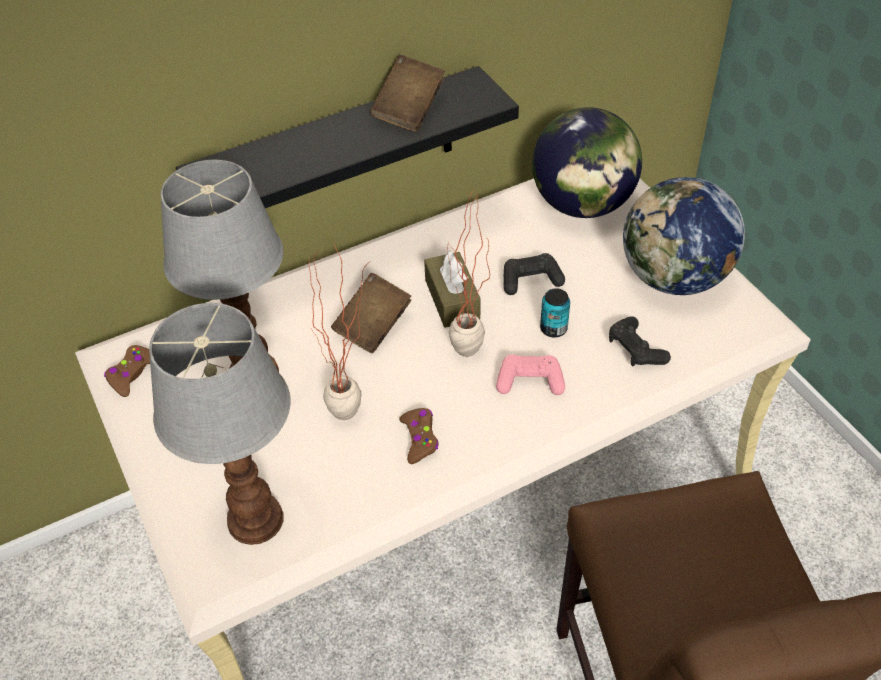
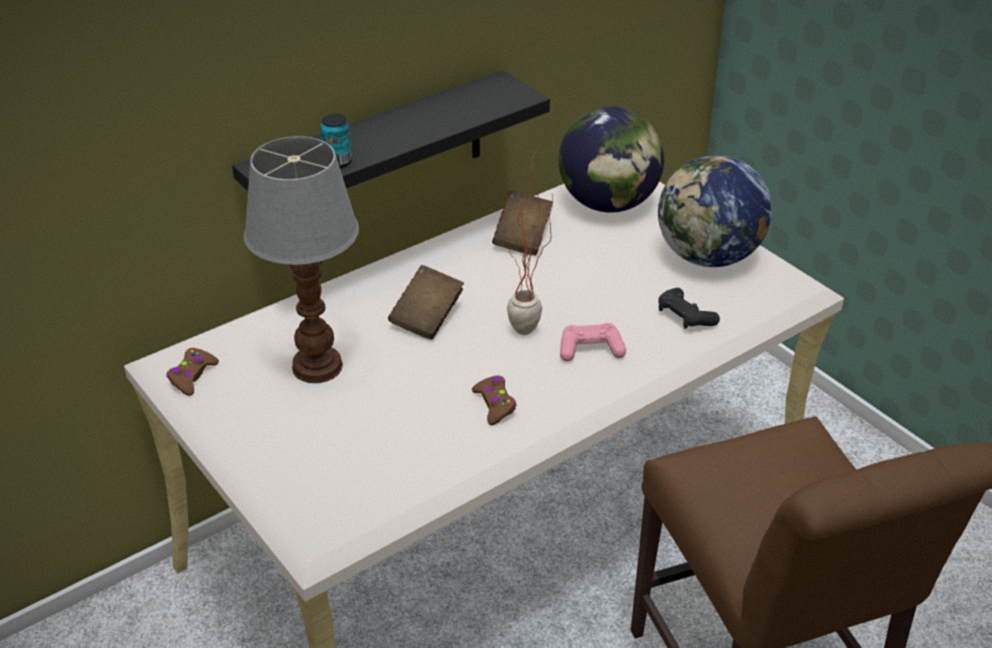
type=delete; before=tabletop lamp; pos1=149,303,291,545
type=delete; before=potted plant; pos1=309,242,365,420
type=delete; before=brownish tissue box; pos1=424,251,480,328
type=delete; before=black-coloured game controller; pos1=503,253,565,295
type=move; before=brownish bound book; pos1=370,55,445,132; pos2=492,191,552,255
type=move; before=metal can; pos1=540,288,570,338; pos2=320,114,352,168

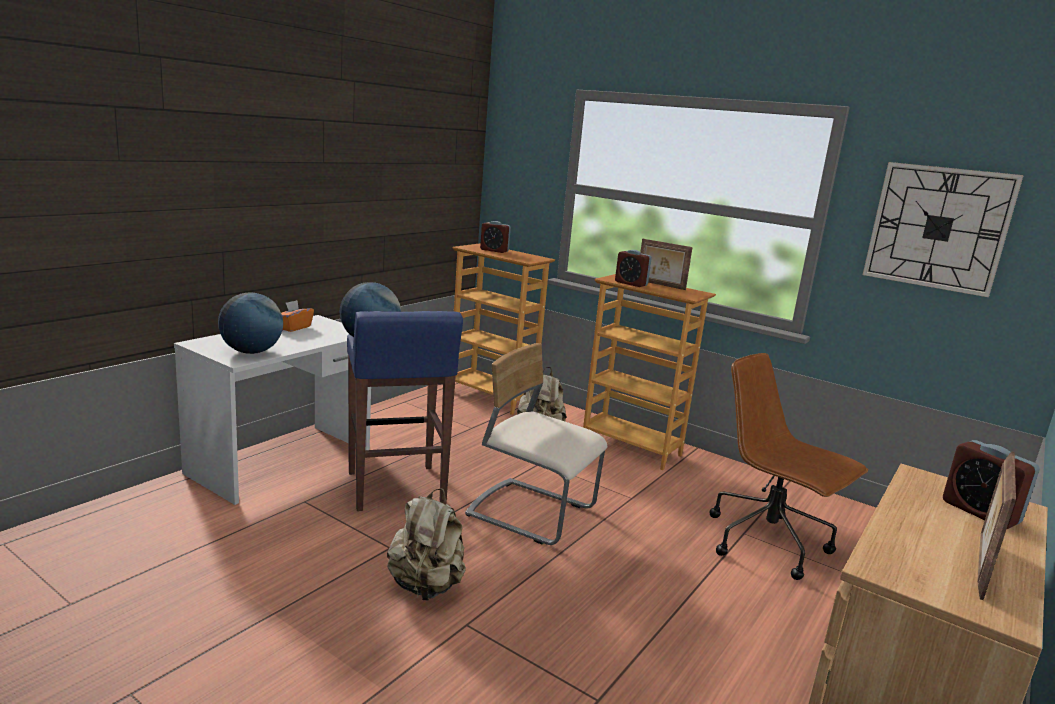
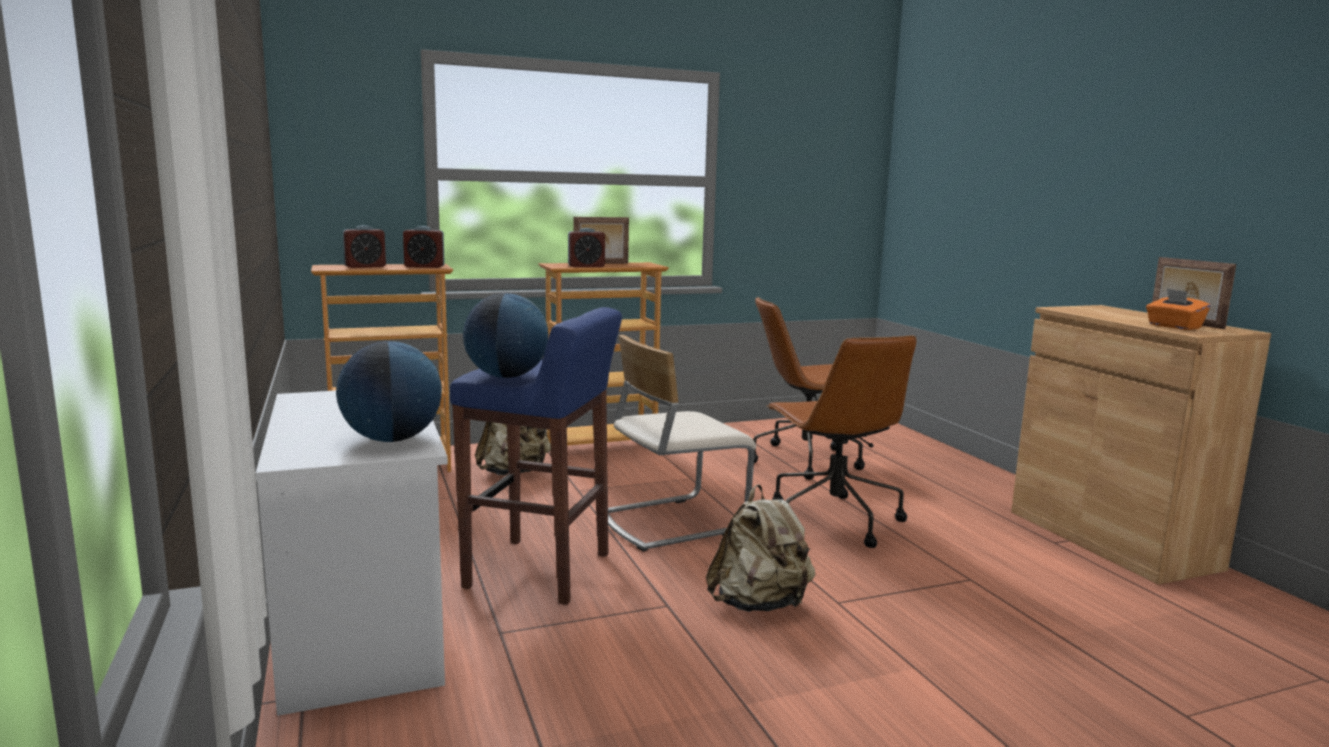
type=delete; before=wall clock; pos1=863,162,1024,297
type=insert; after=brownish office chair; pos2=767,335,917,548
type=move; before=orange tissue box; pos1=281,300,314,332; pos2=1146,289,1210,330
type=move; before=table clock; pos1=943,440,1040,529; pos2=403,226,445,268

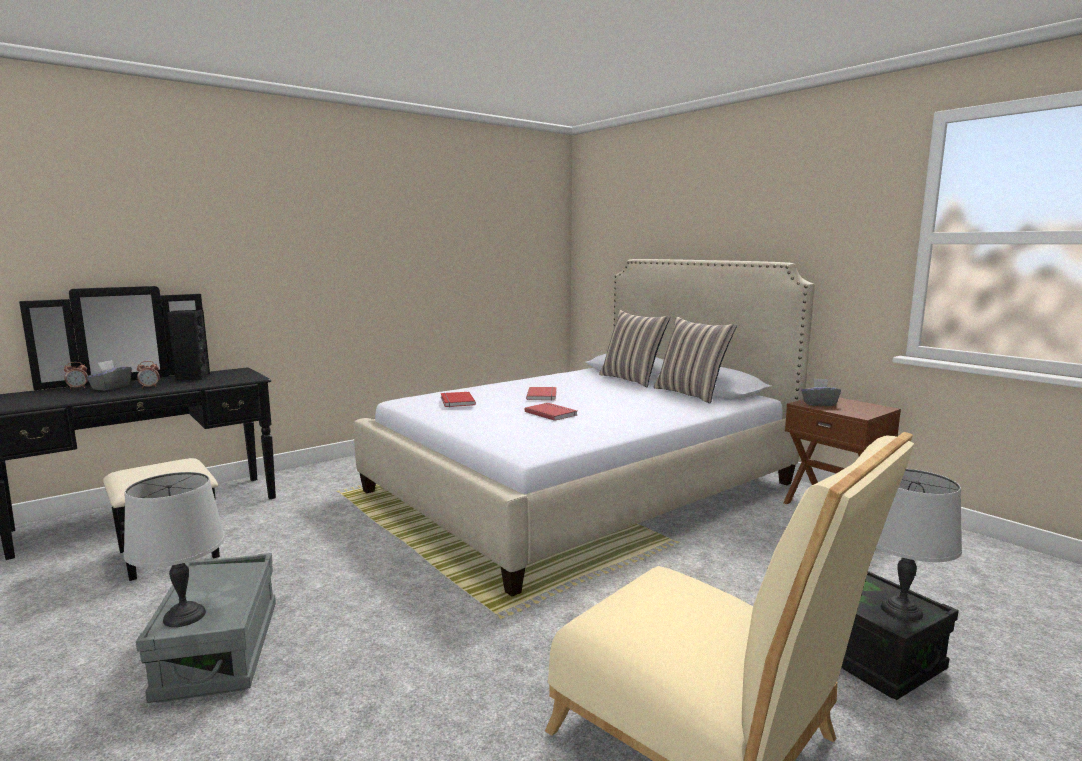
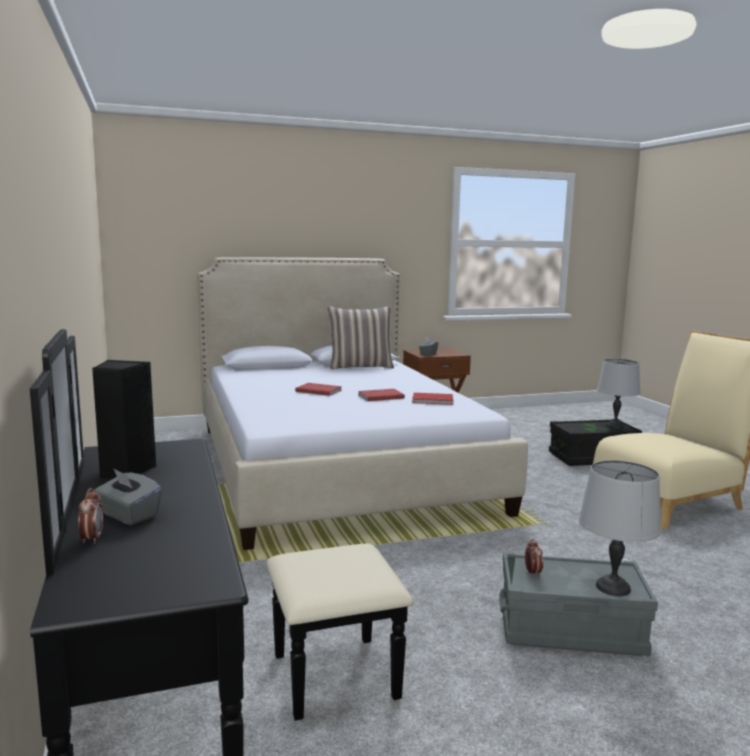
type=delete; before=cushion; pos1=599,310,670,387
type=move; before=table clock; pos1=137,361,160,388; pos2=525,539,543,577
type=move; before=red bound book; pos1=441,392,476,407; pos2=412,393,453,405

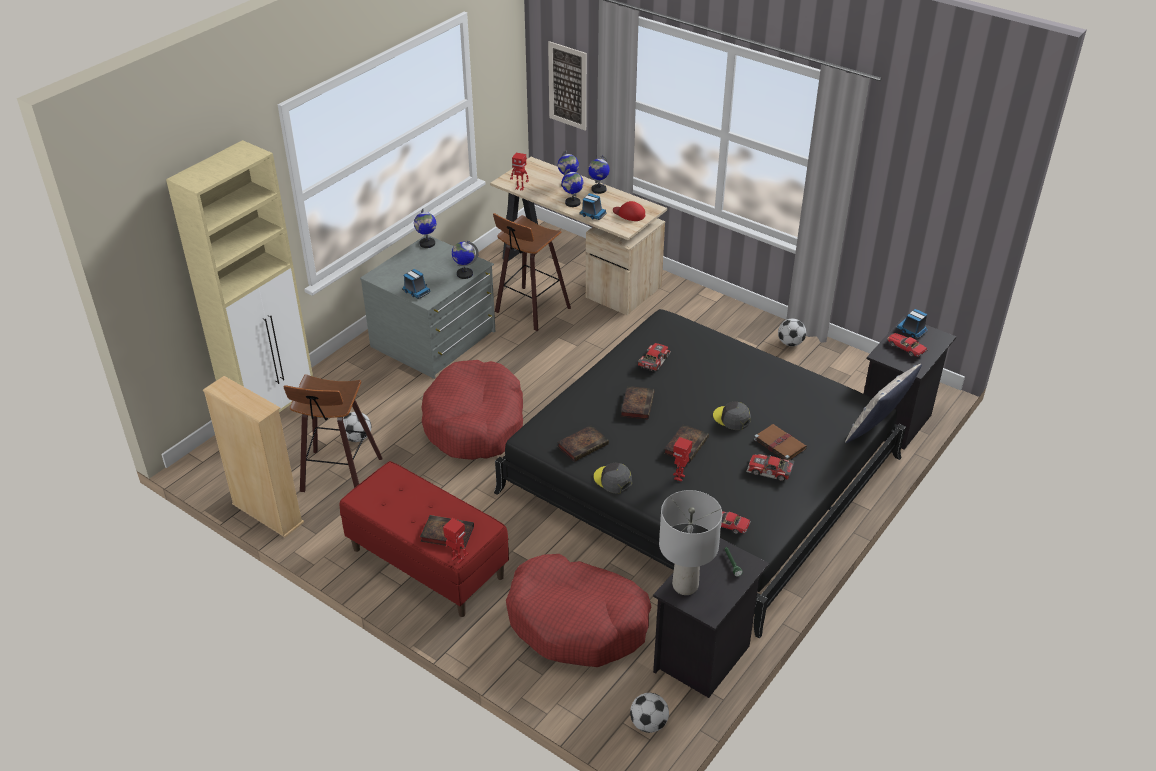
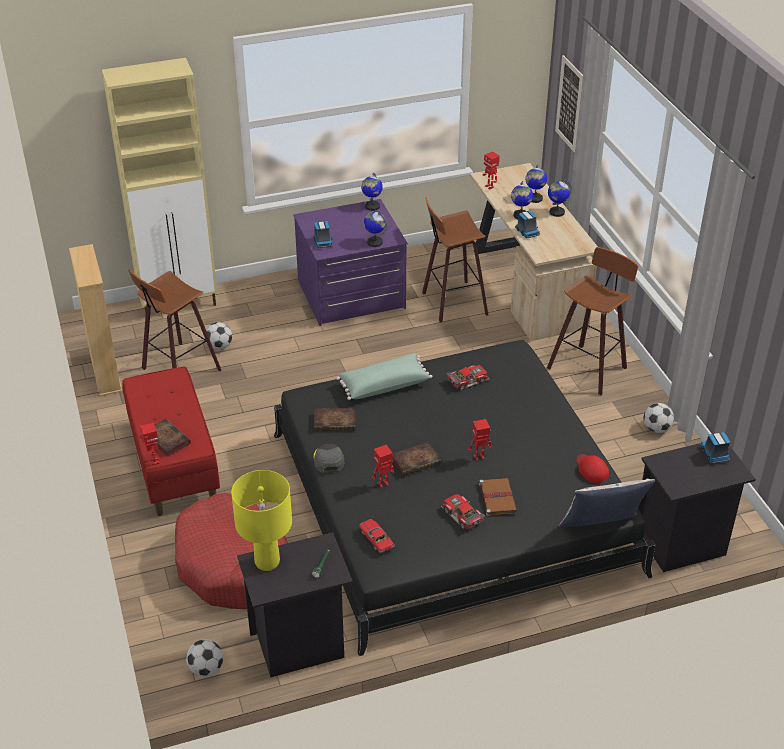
type=delete; before=red dog cushion; pos1=421,360,523,460
type=delete; before=bound book; pos1=621,386,655,419
type=delete; before=miniature car; pos1=887,333,928,357
type=insert; after=green-coloured cushion; pos2=336,353,432,400
type=insert; after=stool seat; pos2=547,247,638,396
type=move; before=red cap; pos1=613,201,645,221; pos2=576,454,609,483
type=replace; before=greyish cap; after=model robot; pos1=713,402,751,430; pos2=468,419,491,461
type=recolor; before=greyish chest of drawers; after=purple chest of drawers; pos1=360,235,496,379; pos2=293,199,408,326
type=recolor; before=greyish tabletop lamp; after=yellowish tabletop lamp; pos1=659,490,722,595; pos2=231,470,292,571

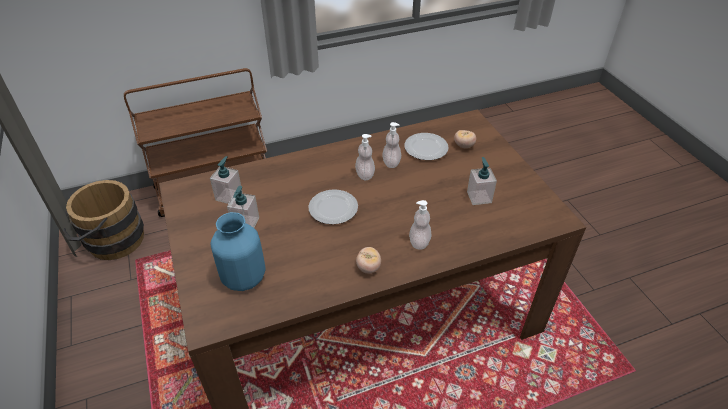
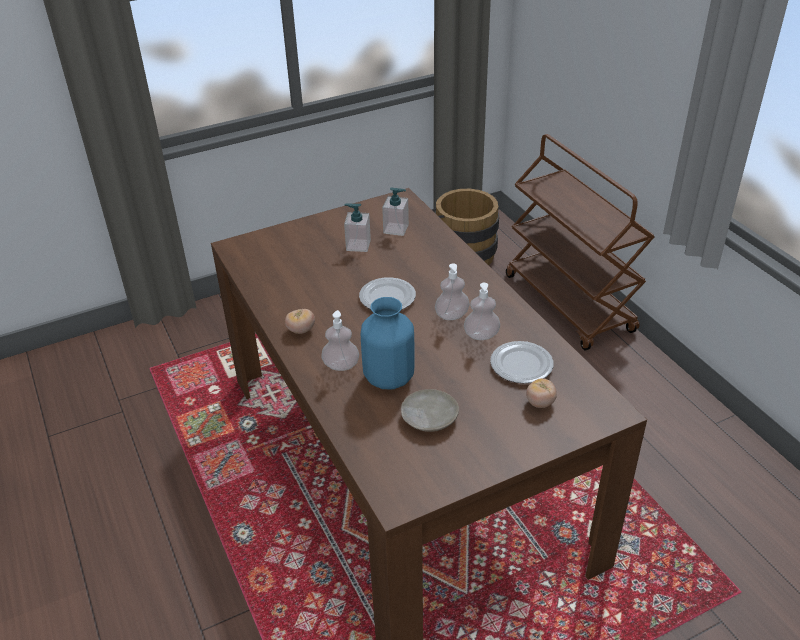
type=move; before=blue vase; pos1=210,212,266,291; pos2=361,297,415,389
type=replace; before=soap bottle; after=beige dinner plate; pos1=467,157,497,205; pos2=401,389,459,432

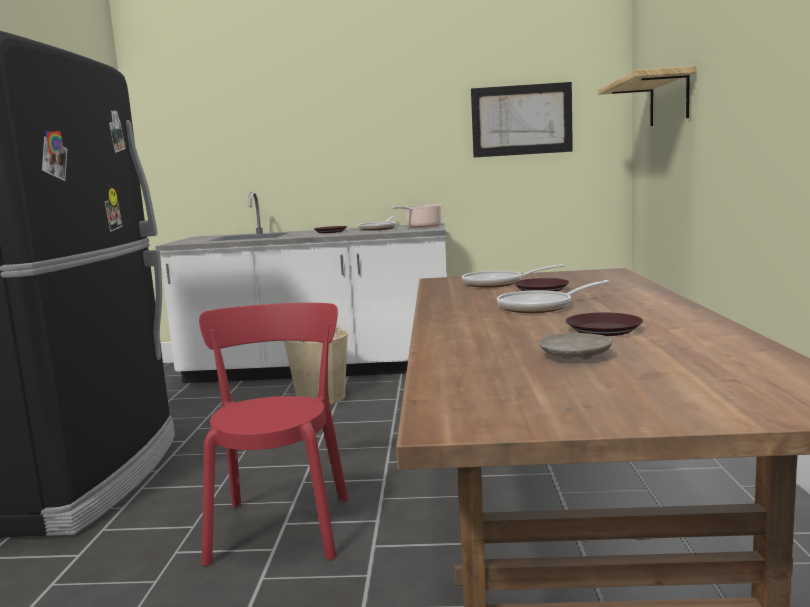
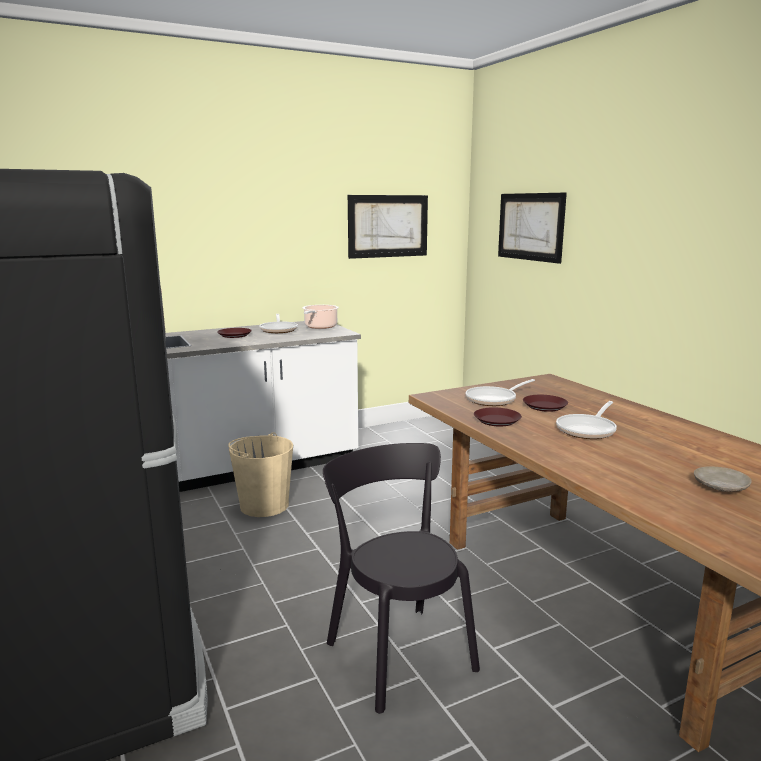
type=move; before=brownish dinner plate; pos1=566,312,643,336; pos2=474,407,522,426
type=replace; before=bracket shelf; after=wall art; pos1=598,66,696,126; pos2=498,192,567,264
type=recolor; before=red chair; after=black-coloured chair; pos1=199,303,348,566; pos2=323,443,480,714

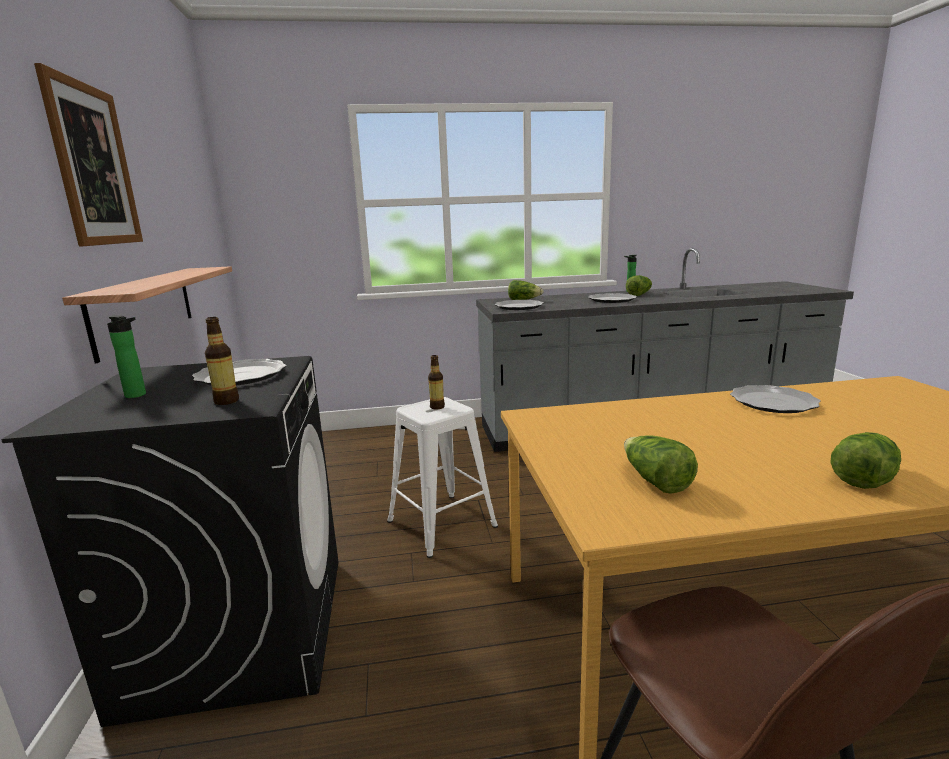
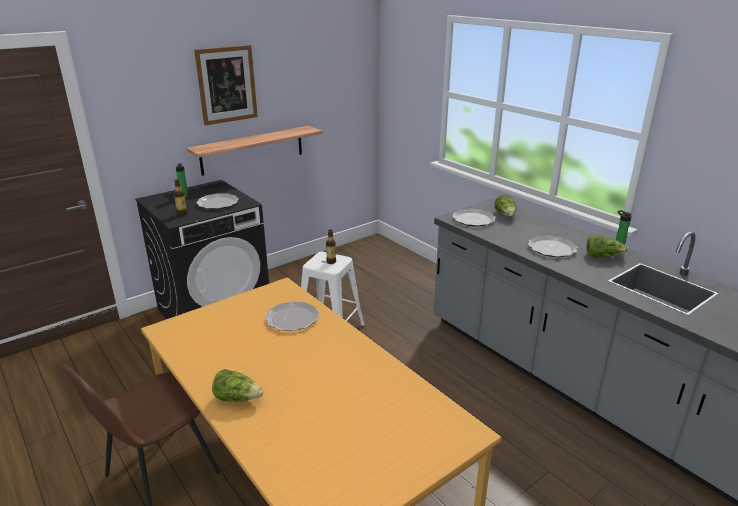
type=delete; before=lettuce head; pos1=624,436,698,493
type=move; before=dinner plate; pos1=730,385,821,413; pos2=265,301,319,331

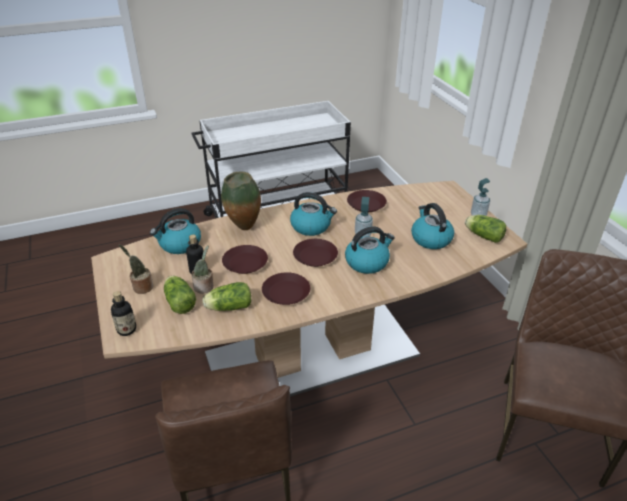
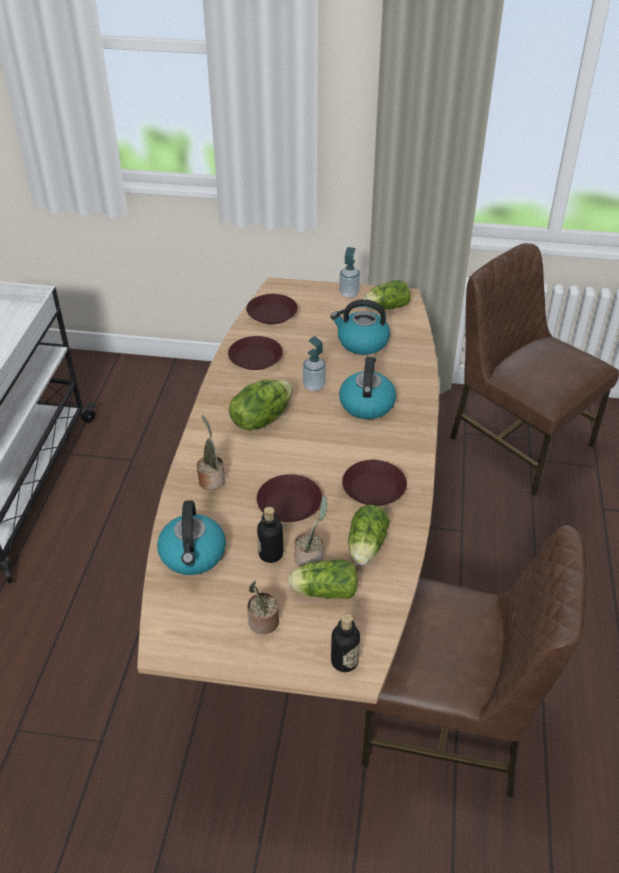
type=move; before=brownish dinner plate; pos1=293,239,338,267; pos2=246,294,298,324
type=replace; before=vase; after=potted plant; pos1=221,171,261,230; pos2=196,415,225,491
type=replace; before=kettle; after=lettuce head; pos1=290,192,337,236; pos2=229,379,293,430

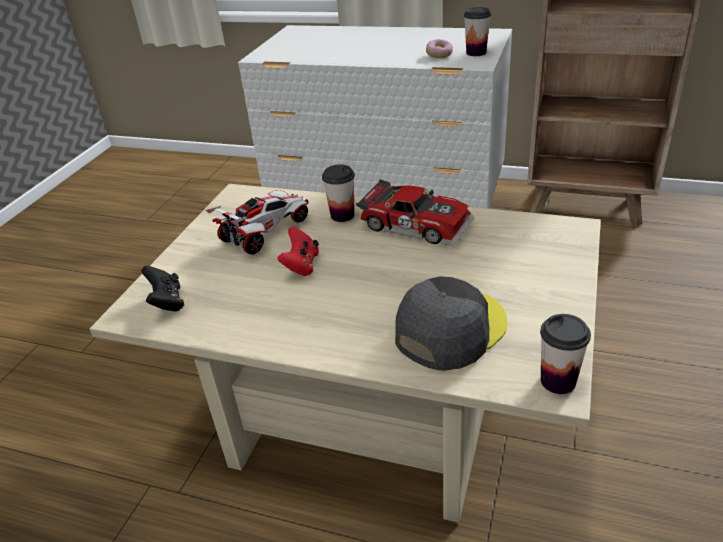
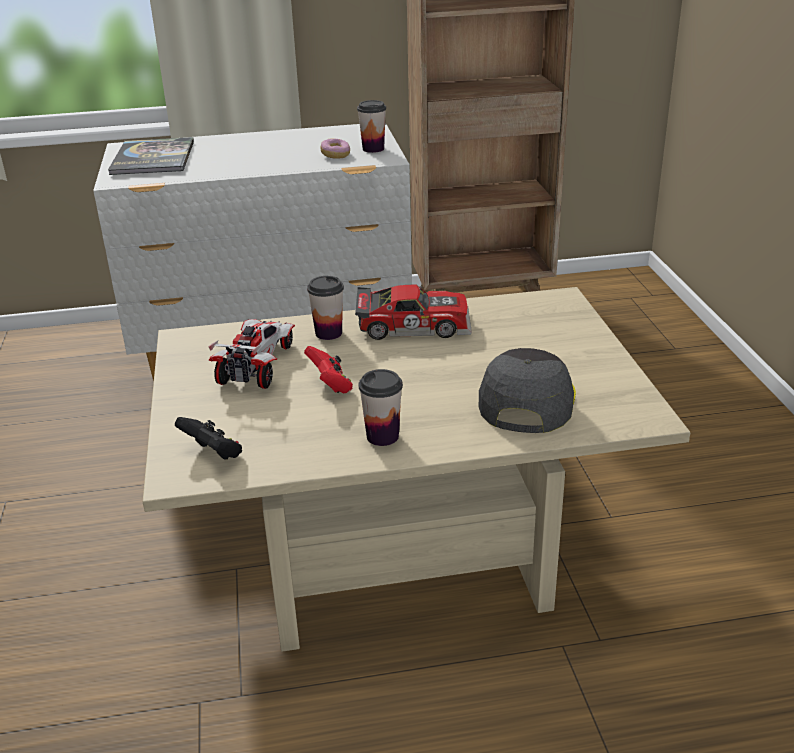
type=insert; after=bound book; pos2=108,137,194,175
type=move; before=cup; pos1=540,314,591,394; pos2=359,369,403,446

